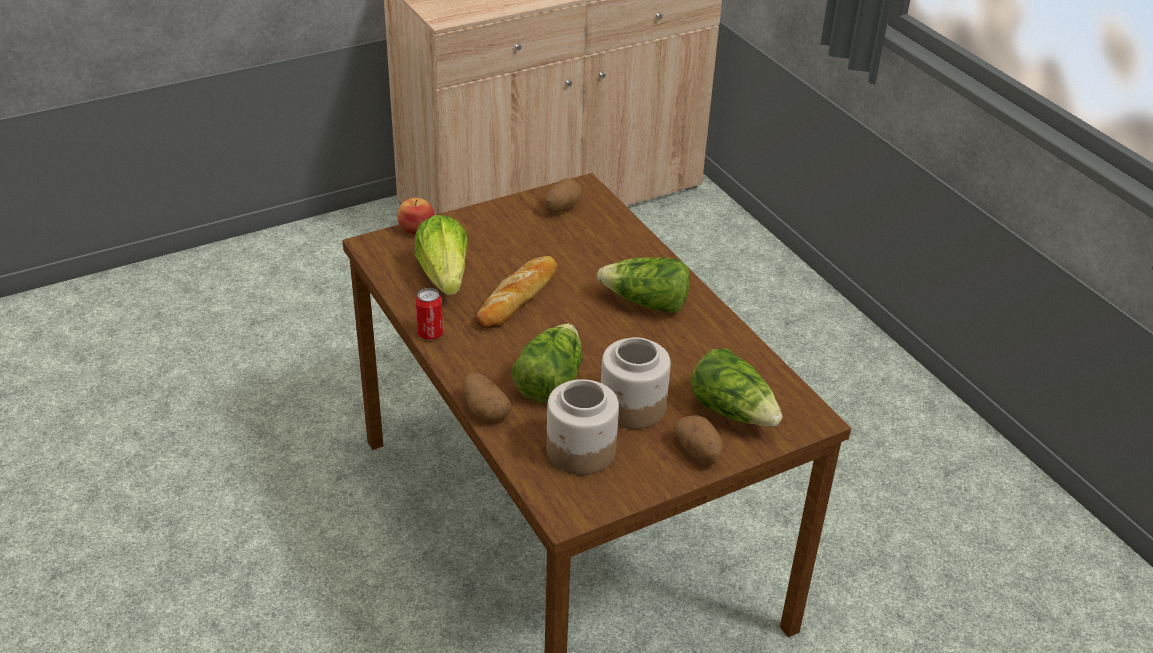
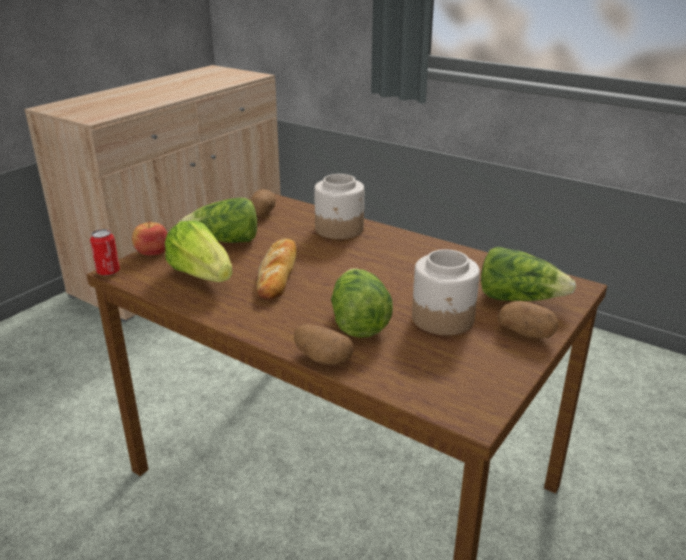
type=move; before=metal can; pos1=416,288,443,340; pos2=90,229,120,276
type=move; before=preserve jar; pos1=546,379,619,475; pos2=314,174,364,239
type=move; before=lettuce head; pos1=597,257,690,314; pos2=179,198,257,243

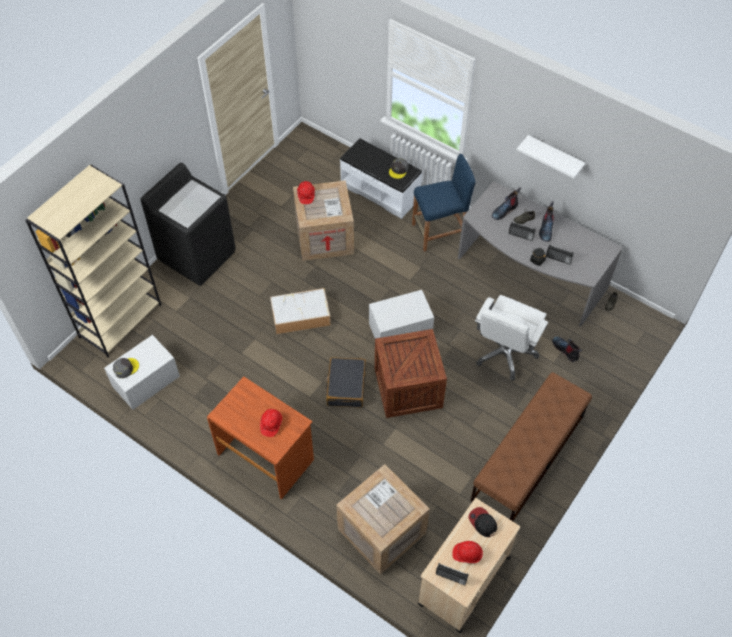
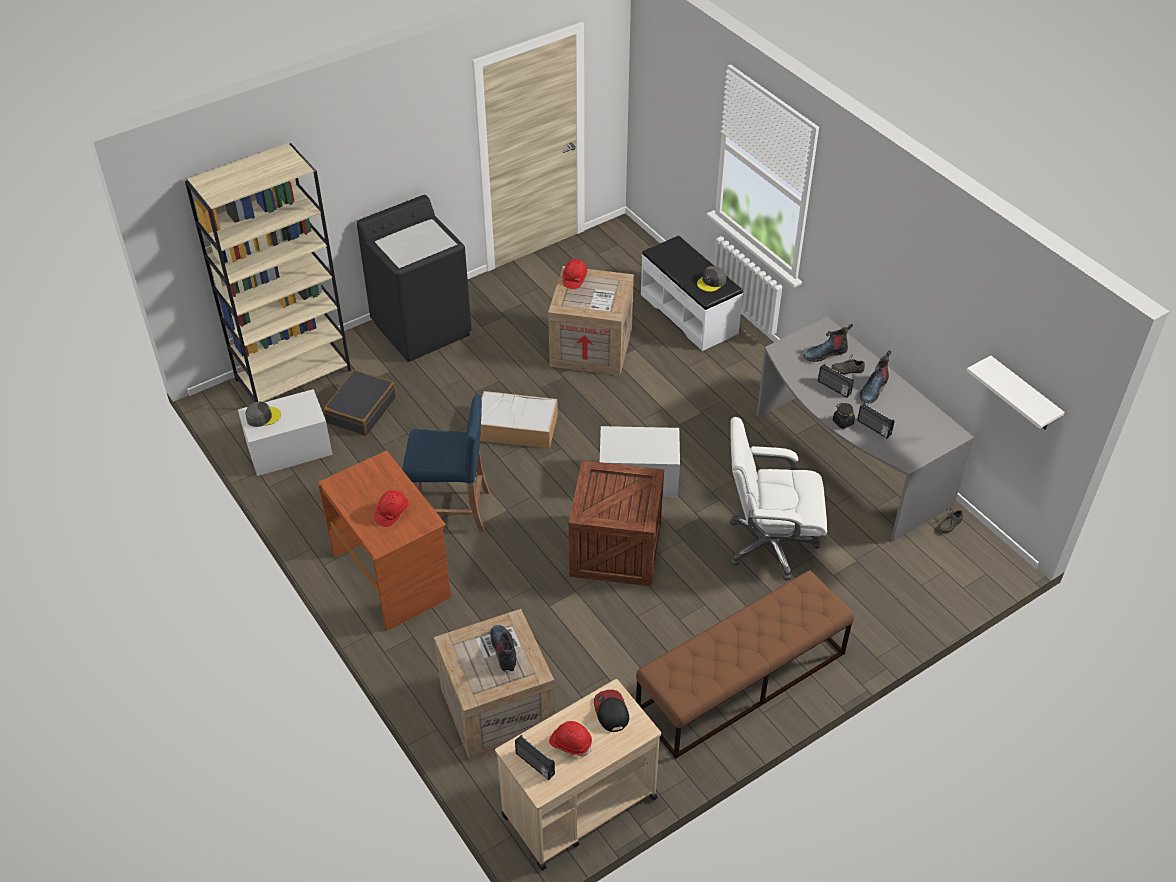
type=move; before=black-coloured travel case; pos1=326,357,366,408; pos2=324,370,396,436
type=move; before=blue stool seat; pos1=412,154,476,252; pos2=402,394,490,532
type=move; before=white-coloured bracket shelf; pos1=517,135,585,178; pos2=966,355,1065,429
type=move; before=high-top boot; pos1=552,337,582,362; pos2=490,625,516,672
type=rotate; before=white-coloured office chair; pos1=475,295,548,381; pos2=729,417,827,581; turn=45

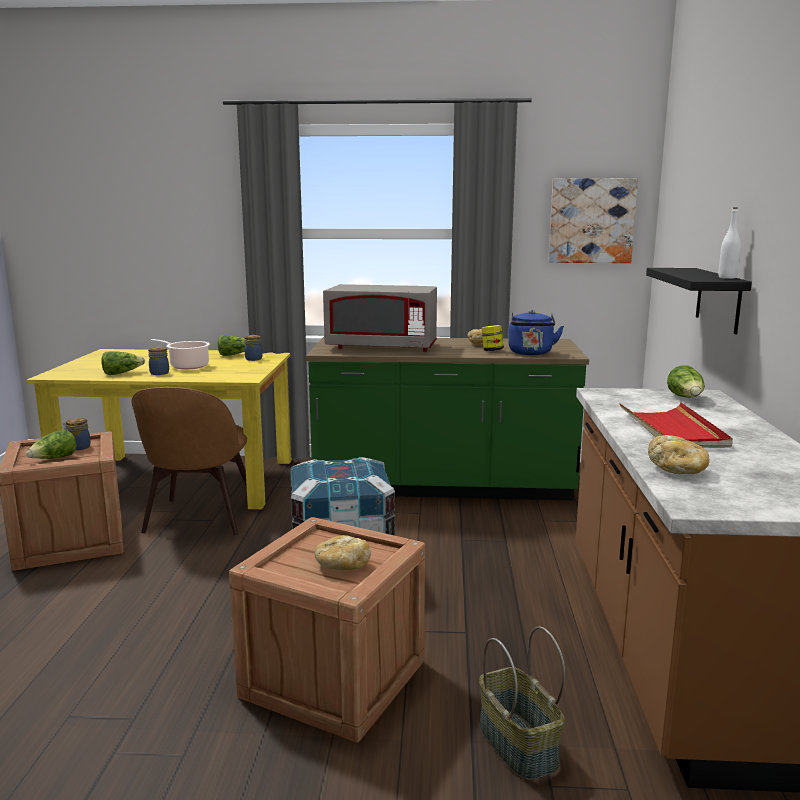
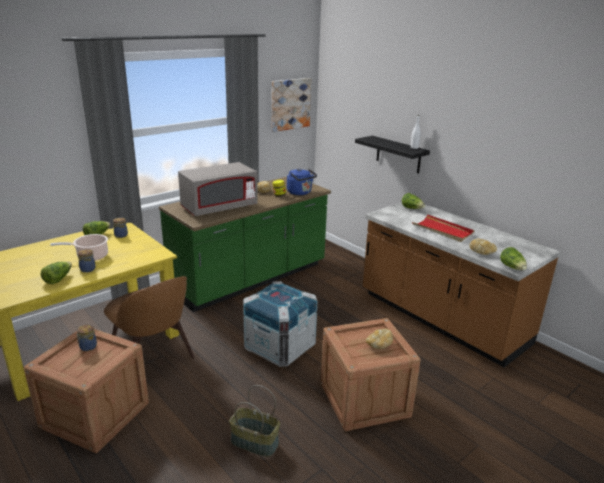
type=move; before=lettuce head; pos1=26,429,77,459; pos2=500,247,527,270
type=move; before=storage basket; pos1=479,626,565,780; pos2=229,385,280,457

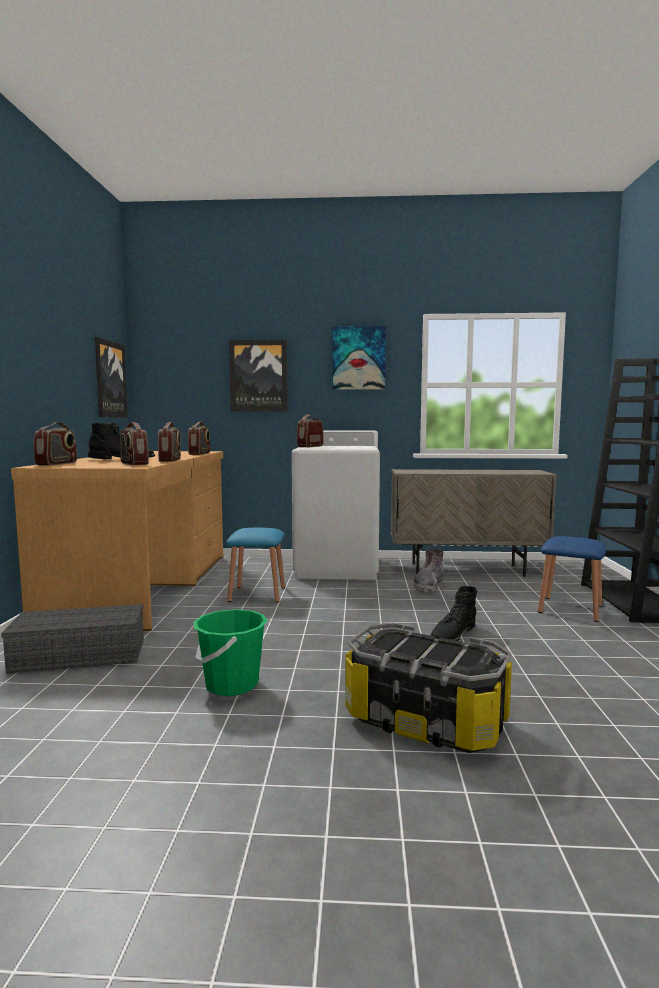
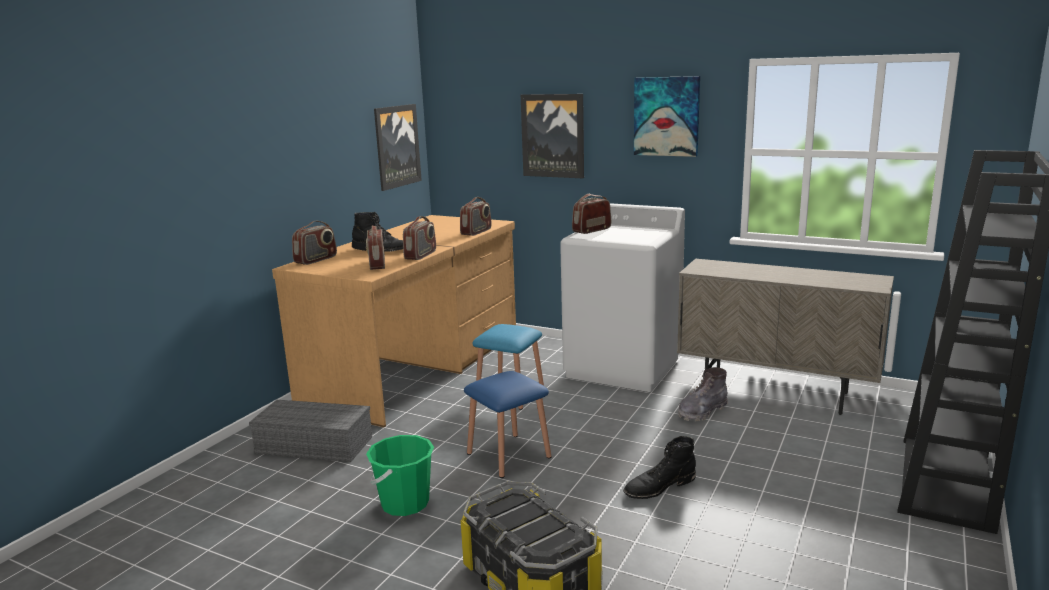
type=move; before=blue stool seat; pos1=538,536,607,622; pos2=464,371,551,478

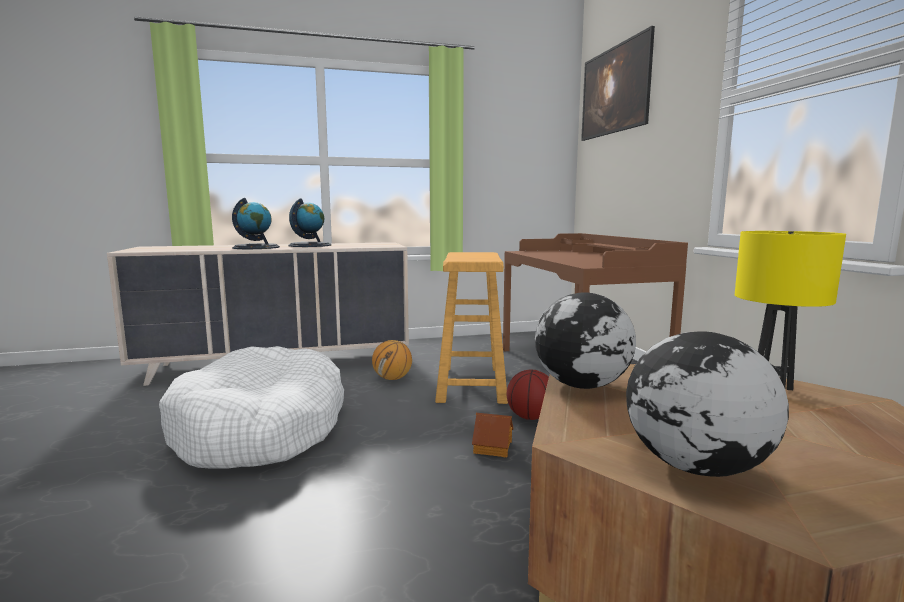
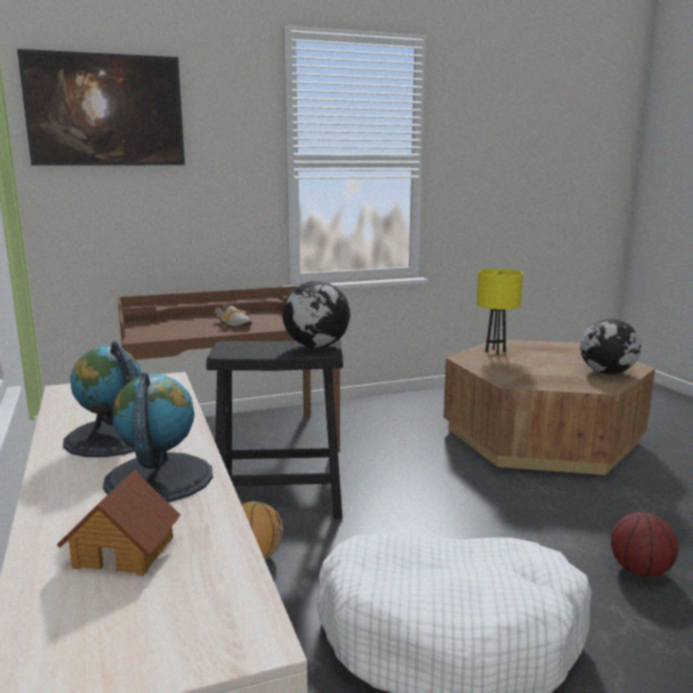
type=insert; after=shoe; pos2=216,303,252,328
type=move; before=toy house; pos1=472,413,513,457; pos2=57,469,181,576
type=move; before=basketball ball; pos1=507,369,549,420; pos2=611,512,679,577
type=move; before=desk globe; pos1=535,292,636,389; pos2=282,281,351,348
type=recolor; before=beige stool seat; after=black-coloured stool seat; pos1=435,252,508,404; pos2=206,340,343,519

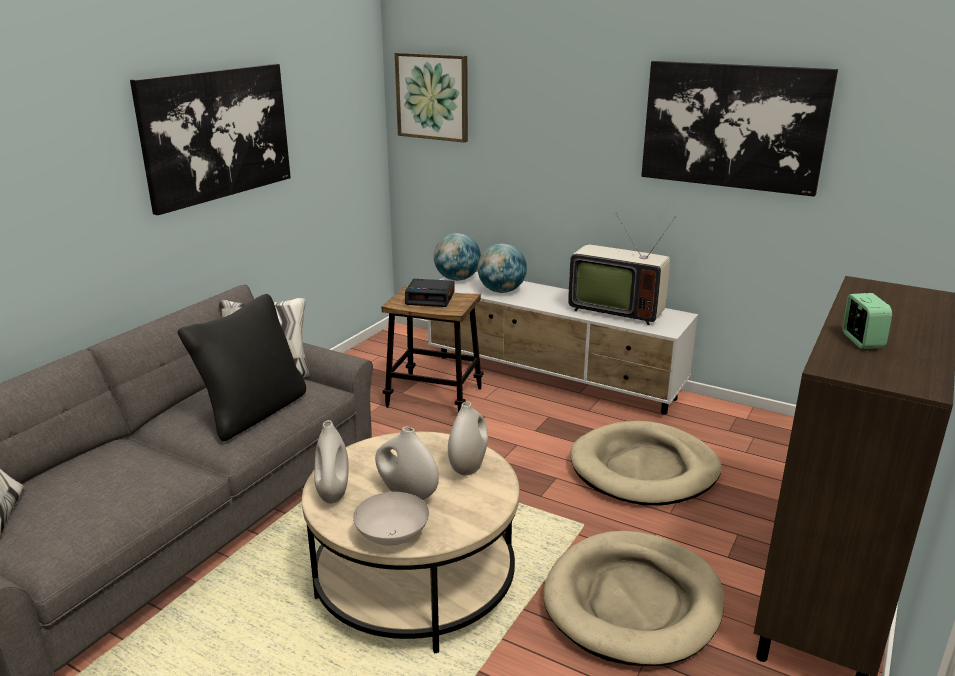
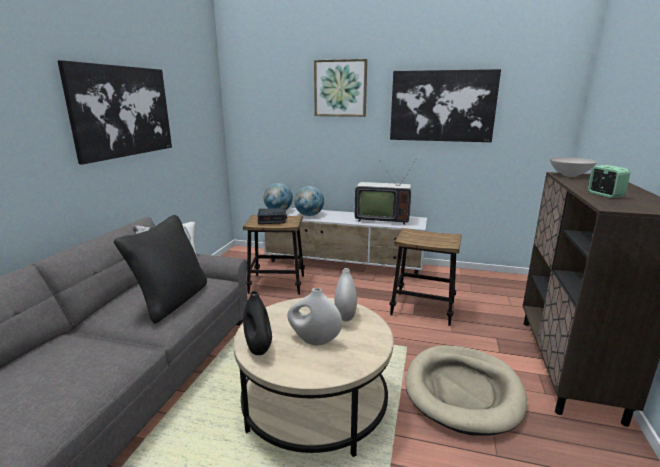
type=move; before=white-coloured serving bowl; pos1=353,492,429,546; pos2=550,157,597,177
type=move; before=wall art; pos1=395,52,468,143; pos2=314,59,367,117
type=replace; before=beige dog cushion; after=stool seat; pos1=570,421,722,506; pos2=389,228,462,326
type=recolor; before=white-coloured vase; after=black-coloured vase; pos1=314,420,349,503; pos2=243,291,272,355

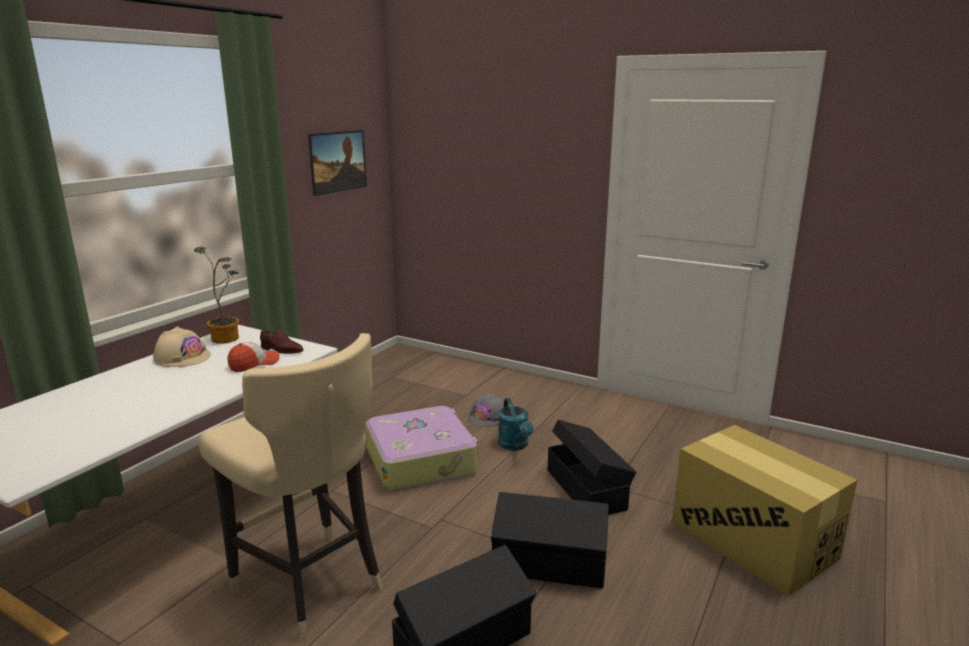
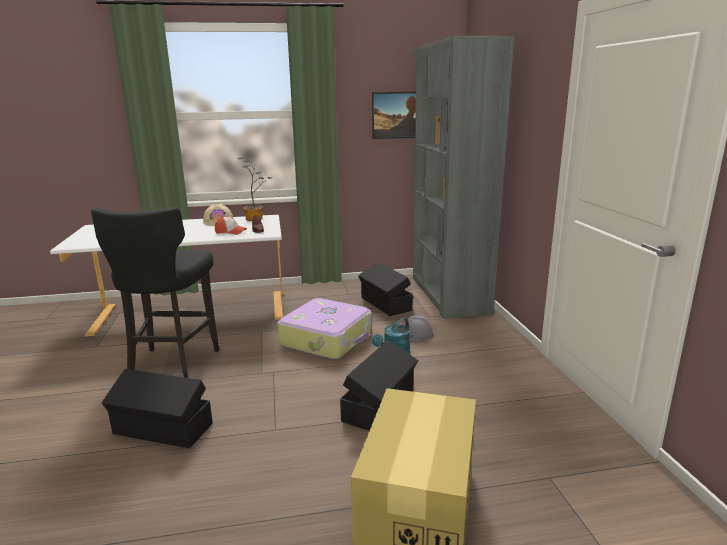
type=insert; after=greyish bookcase; pos2=413,36,514,319
type=move; before=black-coloured storage box; pos1=491,492,608,588; pos2=358,262,413,316
type=recolor; before=beige stool seat; after=black-coloured stool seat; pos1=199,333,383,641; pos2=91,207,219,378

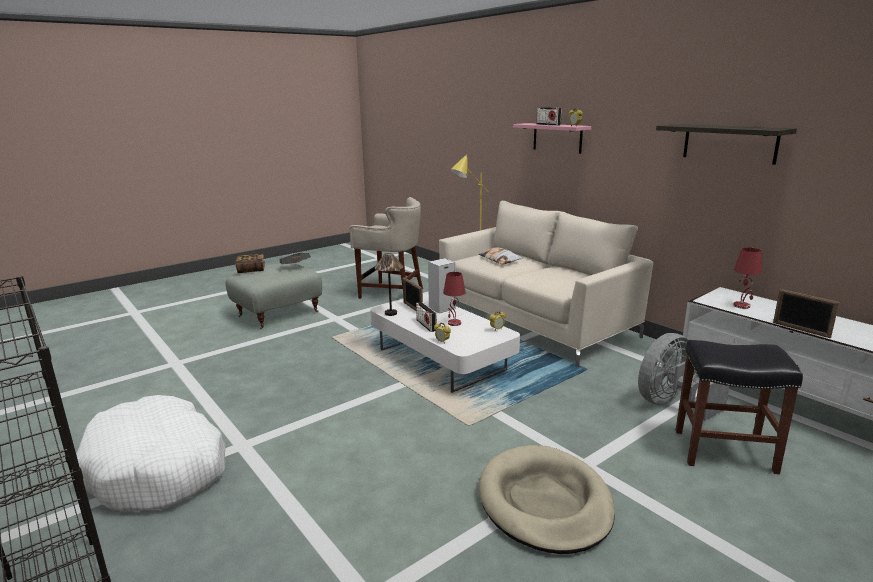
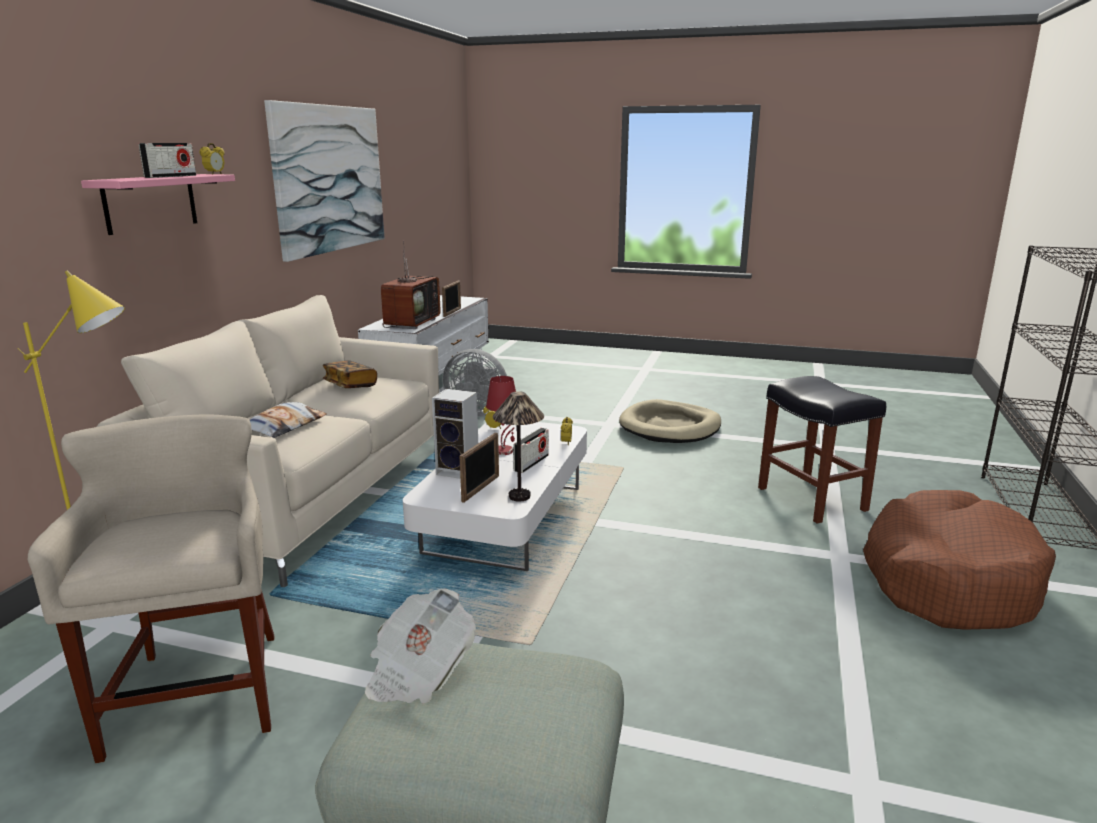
type=move; before=bound book; pos1=235,254,265,273; pos2=323,361,377,388
type=move; before=black-coloured stool seat; pos1=676,340,803,474; pos2=758,376,886,524
type=replace; before=bracket shelf; after=wall art; pos1=656,124,797,165; pos2=264,100,385,262
type=replace; before=red tabletop lamp; after=TV; pos1=733,248,762,309; pos2=381,240,441,329
type=recolor; before=white-coloured dog cushion; after=brownish dog cushion; pos1=76,395,225,511; pos2=863,490,1056,630

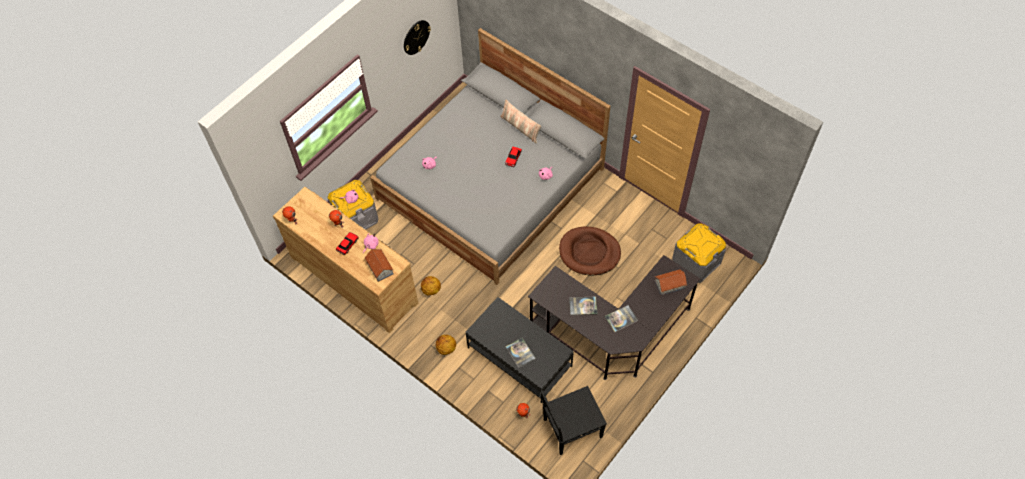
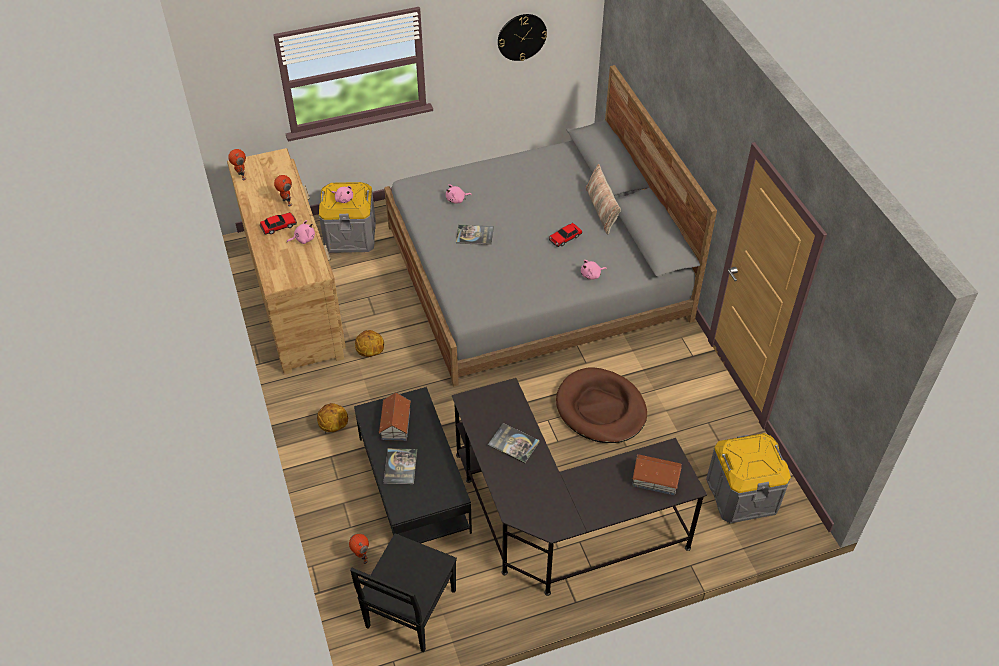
type=move; before=toy house; pos1=365,249,393,282; pos2=379,392,411,441
type=move; before=bound book; pos1=605,305,638,333; pos2=456,225,494,245
type=rotate; before=black-coloured chair; pos1=541,386,607,455; pos2=350,533,457,652; turn=-75

